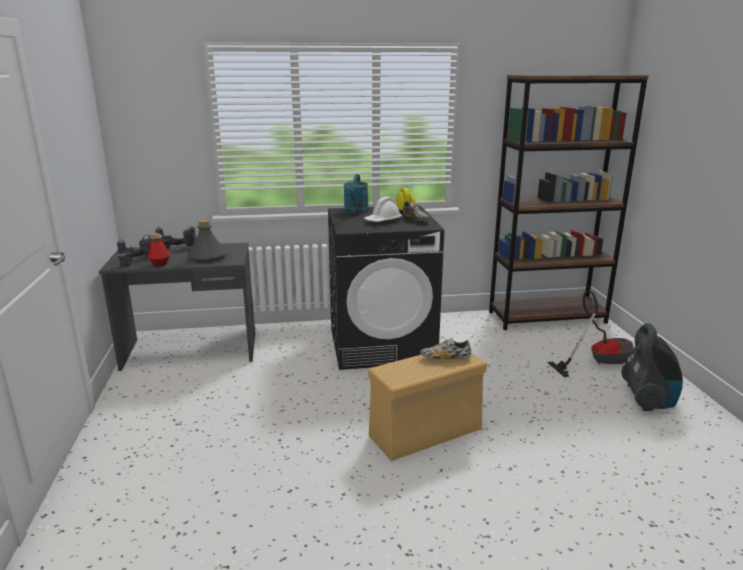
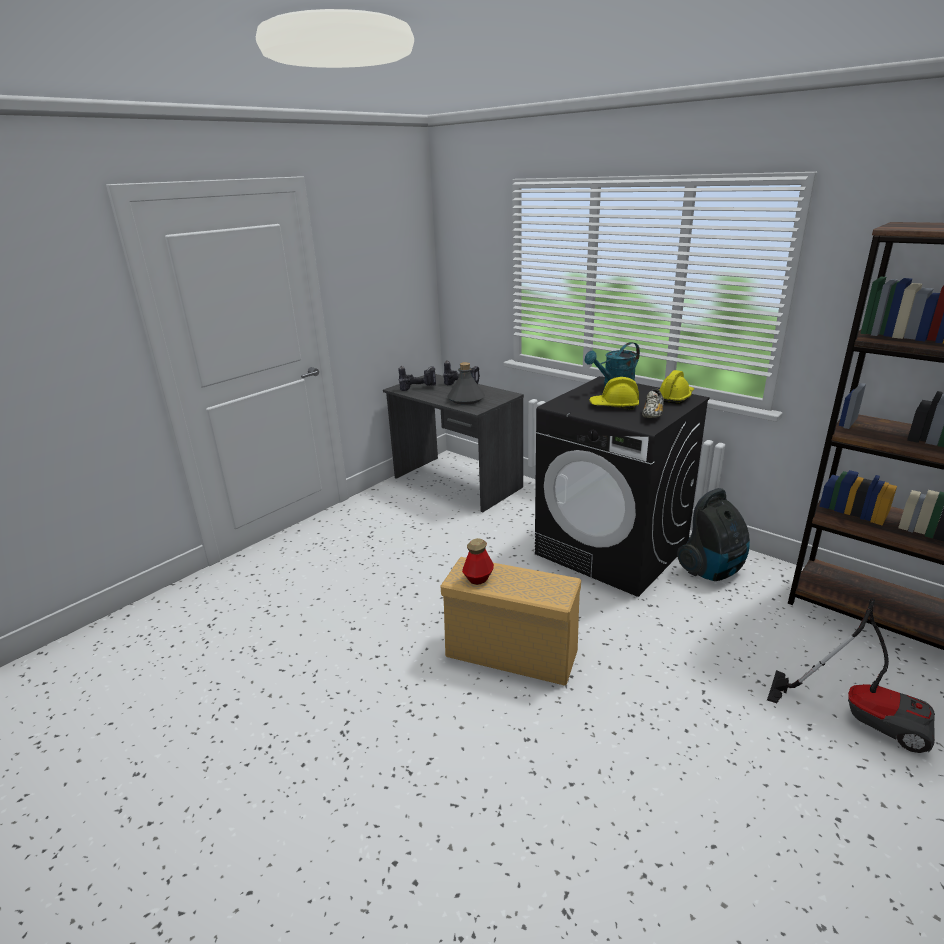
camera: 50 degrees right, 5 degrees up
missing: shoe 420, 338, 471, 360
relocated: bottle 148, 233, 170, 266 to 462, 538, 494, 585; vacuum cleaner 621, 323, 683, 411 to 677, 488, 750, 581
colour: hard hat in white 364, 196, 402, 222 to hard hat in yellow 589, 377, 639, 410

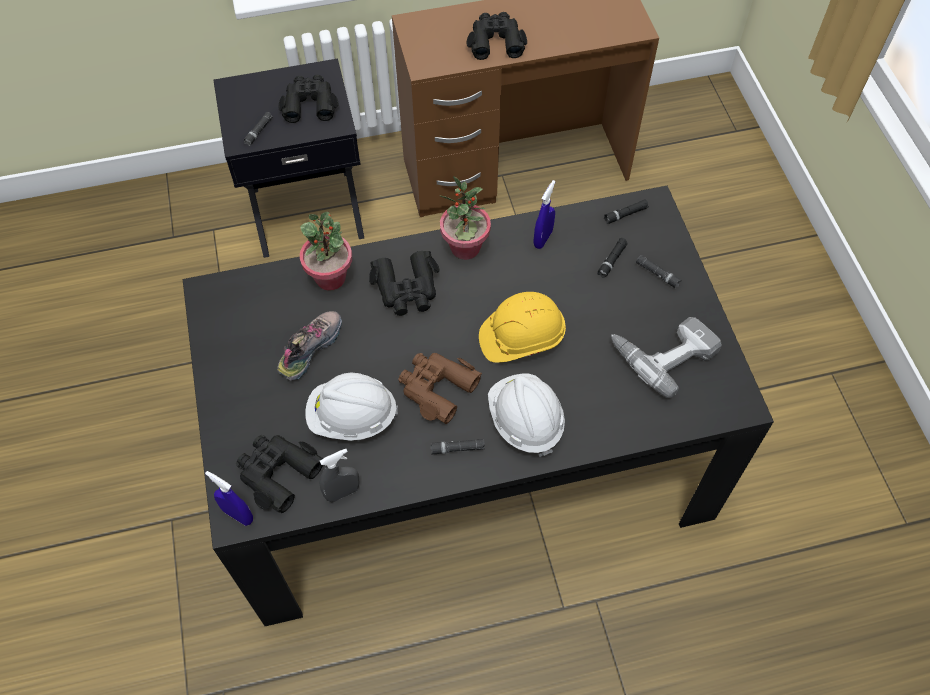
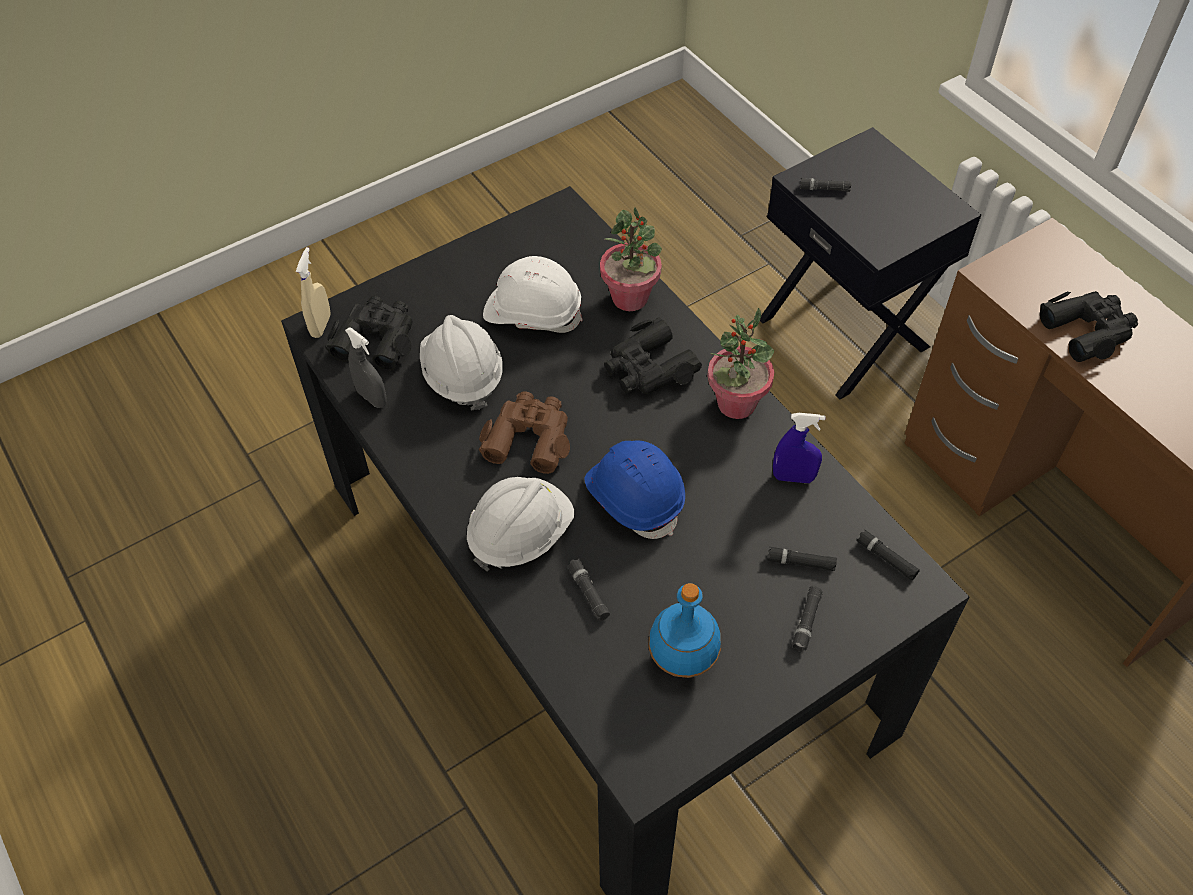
camera: 70 degrees right, 5 degrees down
missing: binoculars in black 279, 75, 338, 123
relocated: flashlight in black 430, 439, 485, 454 to 567, 558, 610, 621
exchanged: shoe 277, 311, 342, 381 to hard hat in white 483, 256, 583, 333; power drill 611, 317, 722, 398 to bottle in blue 648, 583, 721, 678
colour: spray bottle in blue 205, 471, 253, 526 to spray bottle in beige 296, 247, 331, 338; hard hat in yellow 479, 292, 566, 363 to hard hat in blue 585, 441, 685, 539

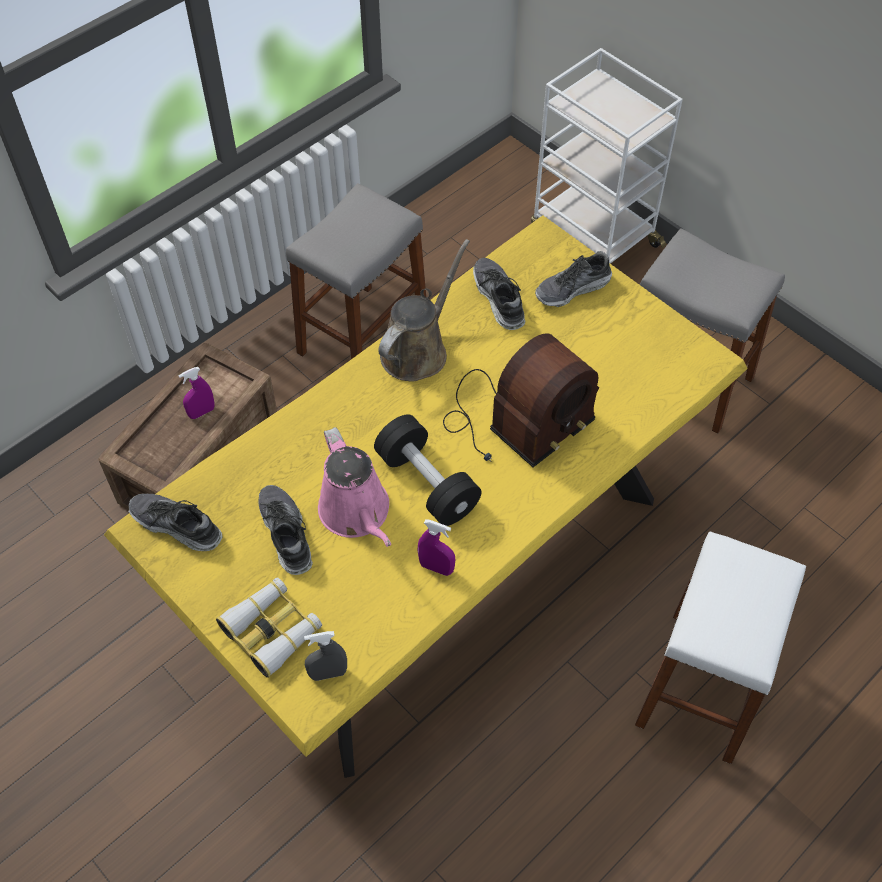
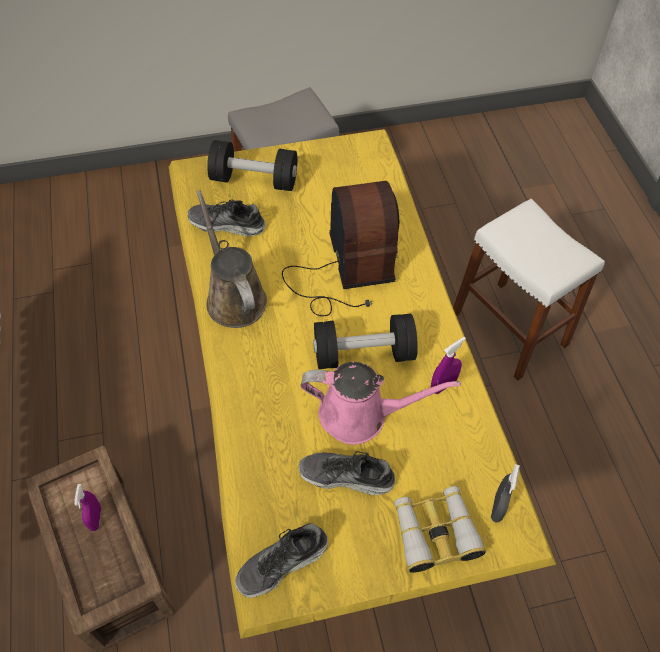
camera: 60 degrees left, 0 degrees up
missing: stool in grey 286, 183, 426, 359; cart in white 531, 48, 683, 264
exchanged: shoe 535, 251, 612, 307 to dumbbell in black 207, 140, 297, 191

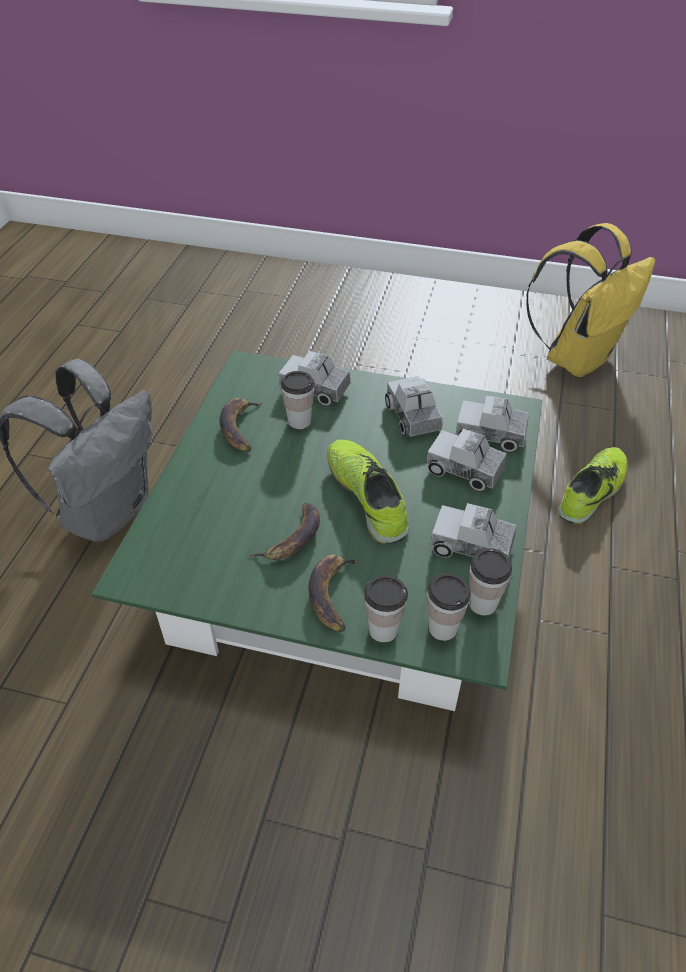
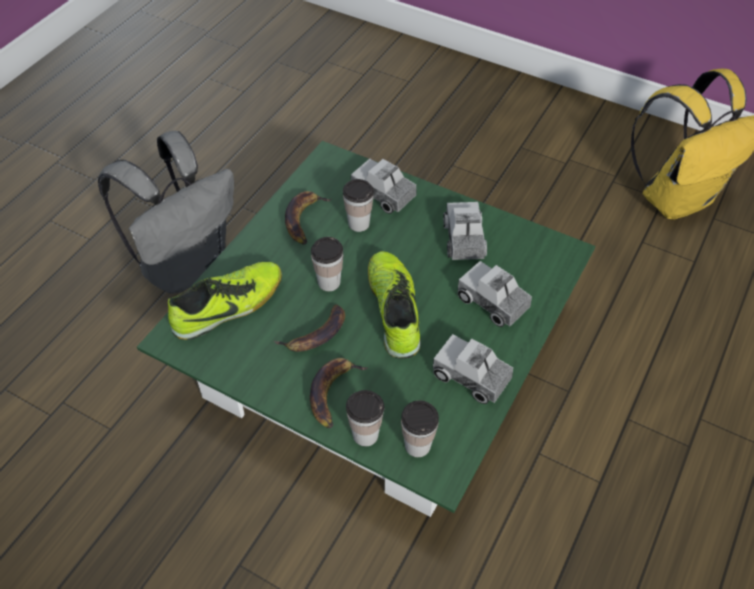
camera: 15 degrees right, 5 degrees up
missing: toy truck 456, 395, 529, 453
relocated: cup 469, 548, 512, 615 to 311, 237, 343, 291; shoe 558, 447, 628, 524 to 168, 262, 282, 340

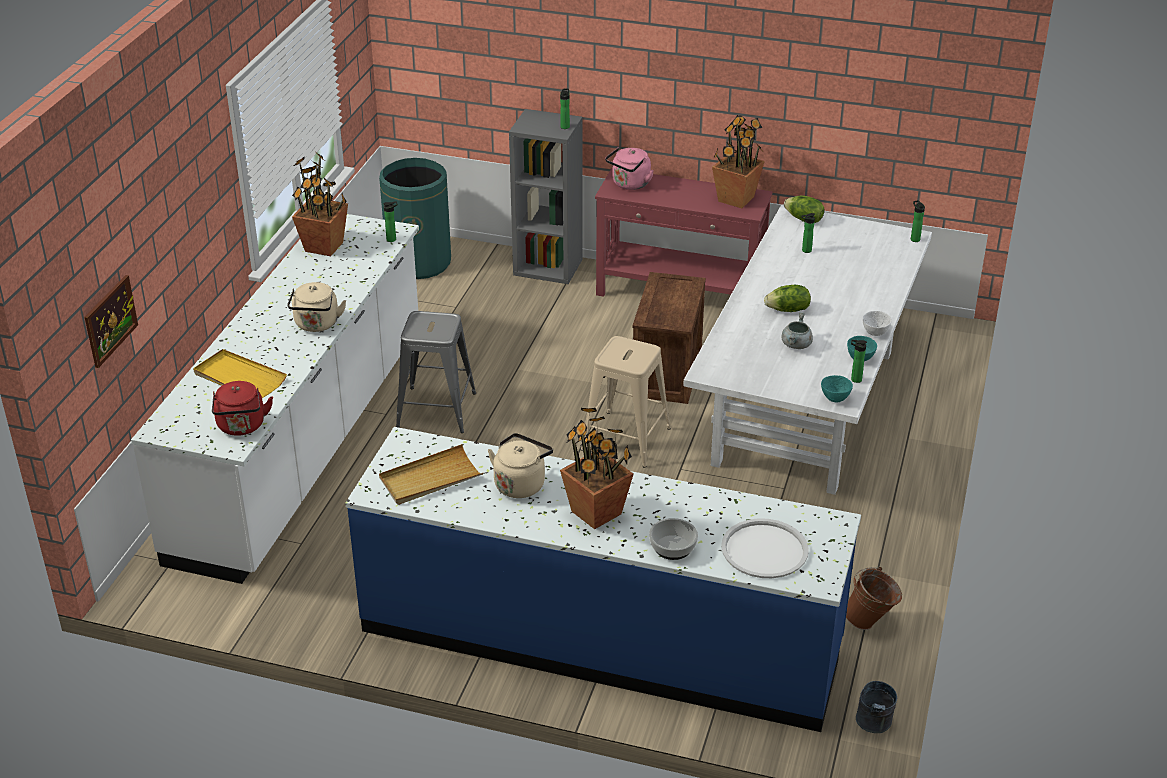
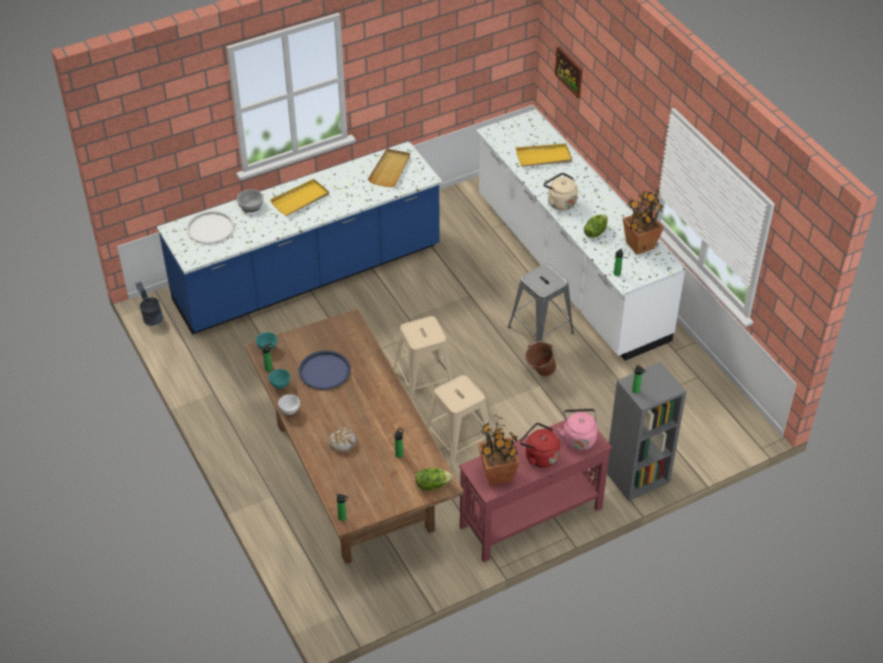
camera: 135 degrees right, 10 degrees up
missing: trash can in green 379, 158, 451, 279; kettle in beige 488, 433, 553, 498
appeared: bread 328, 428, 356, 453
relocated: kettle in red 212, 381, 273, 436 to 520, 423, 560, 468; lettuce 764, 285, 811, 312 to 584, 215, 608, 238; bucket in brown 846, 567, 902, 630 to 525, 341, 556, 376
exchanged: potted plant 560, 408, 634, 529 to tray in yellow 270, 179, 329, 216; crate 632, 272, 706, 404 to stool in beige 427, 375, 492, 471; cooking pot in grey 782, 312, 813, 349 to tray in blue 299, 351, 351, 390
colour: dining table in white 683, 205, 932, 495 to dining table in brown 245, 309, 463, 564

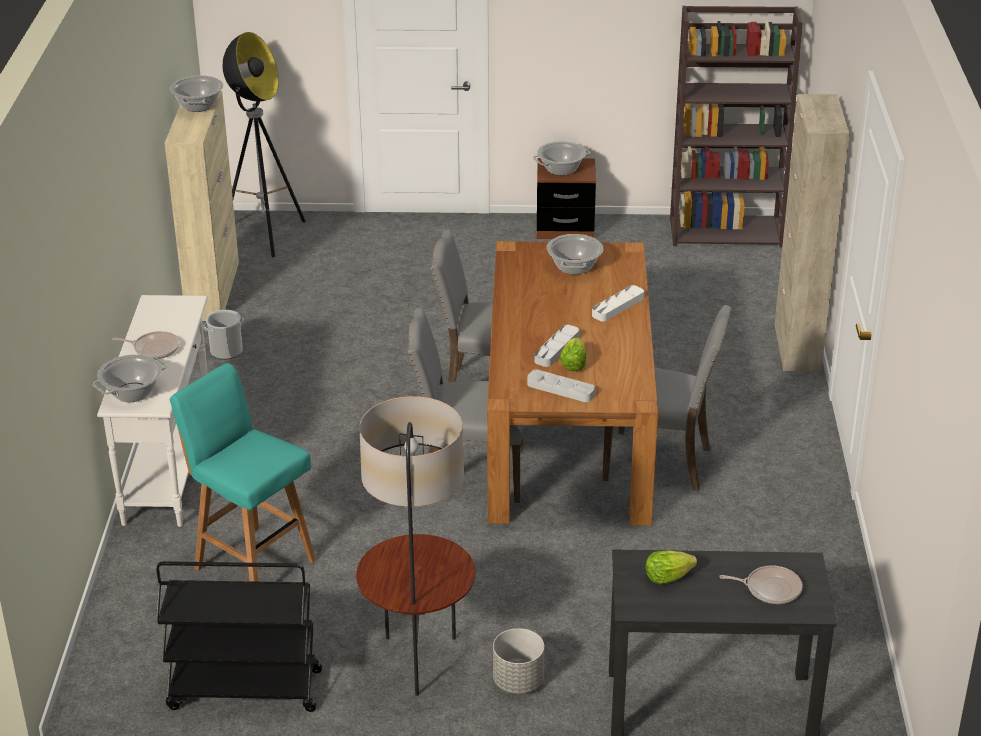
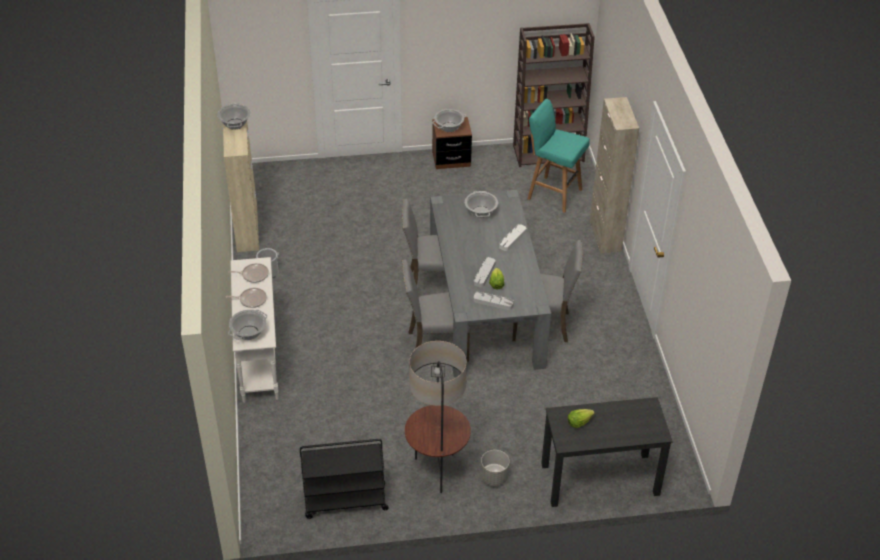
camera: 10 degrees left, 10 degrees up
missing: floor lamp 223, 32, 306, 257
relocated: stool in turquoise 170, 363, 316, 582 to 527, 99, 590, 213; frying pan 719, 565, 803, 604 to 228, 263, 269, 283
colour: dining table in brown 487, 241, 658, 526 to dining table in grey 430, 190, 551, 377

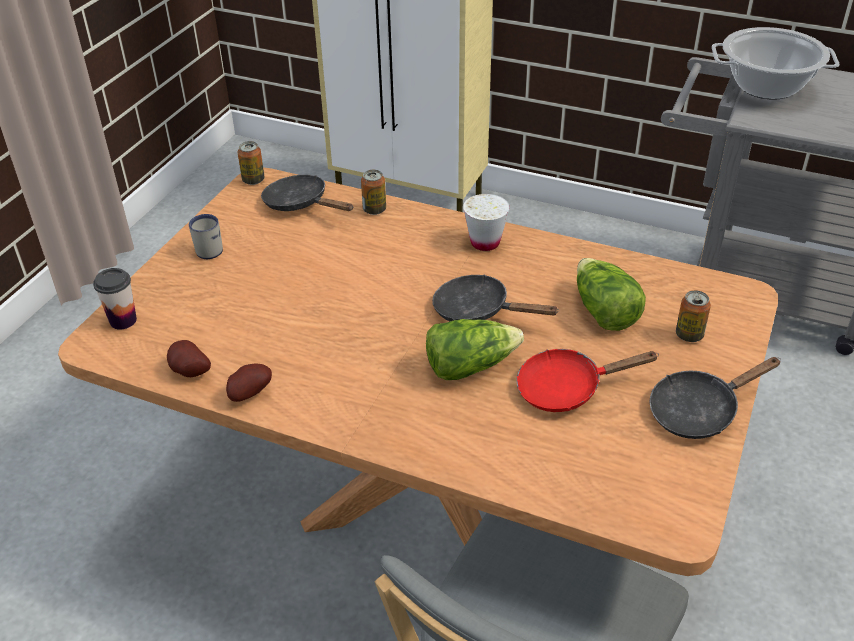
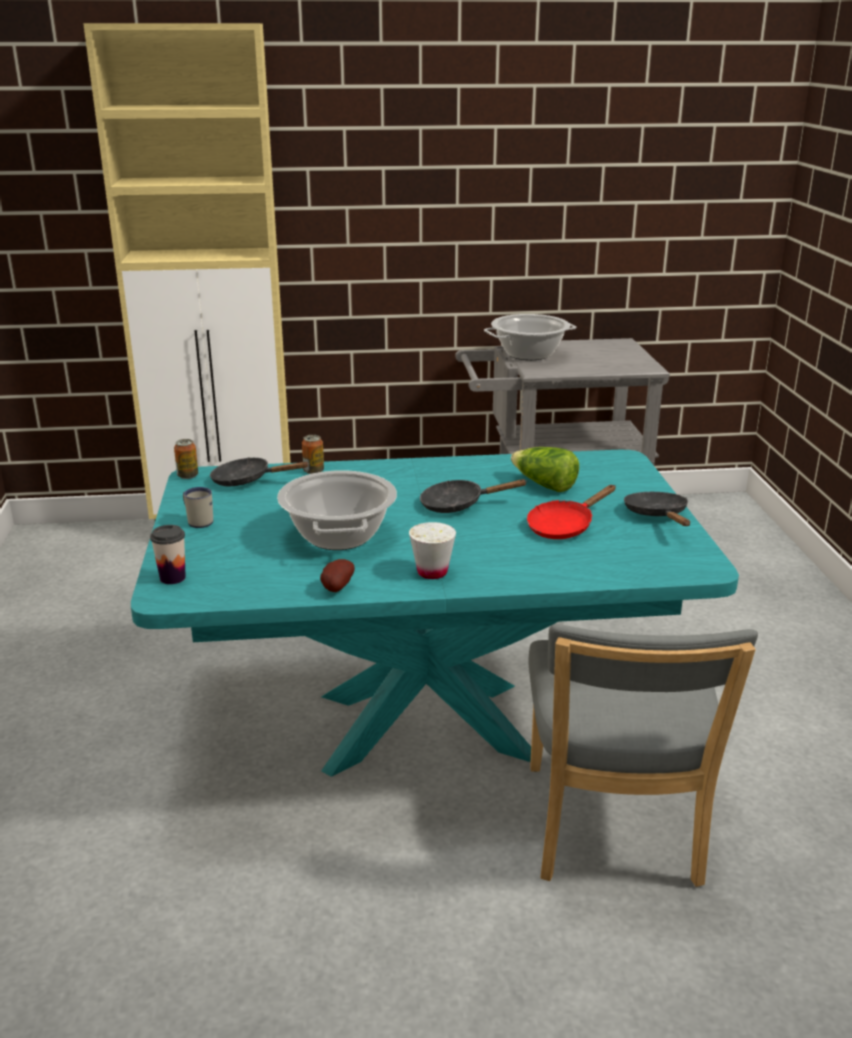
camera: 30 degrees left, 15 degrees down
missing: potato 167, 340, 211, 377; lettuce 426, 319, 524, 380; can 676, 290, 711, 342
appeared: cooking pot 277, 470, 397, 550
relocated: cup in white 463, 194, 510, 251 to 409, 522, 456, 579
colour: dining table in brown 58, 167, 778, 576 to dining table in turquoise 131, 450, 739, 777
spun: frying pan in black 650, 357, 780, 439 = 624, 492, 690, 526 135 degrees clockwise

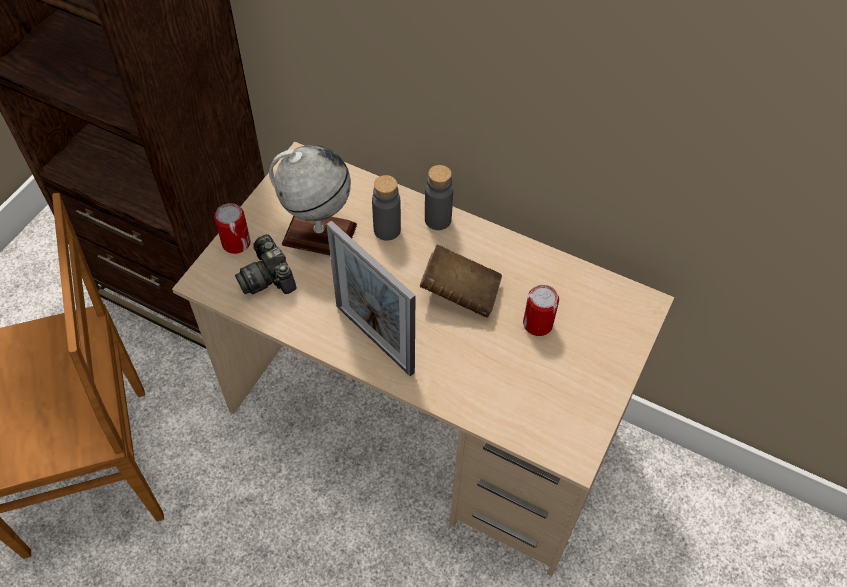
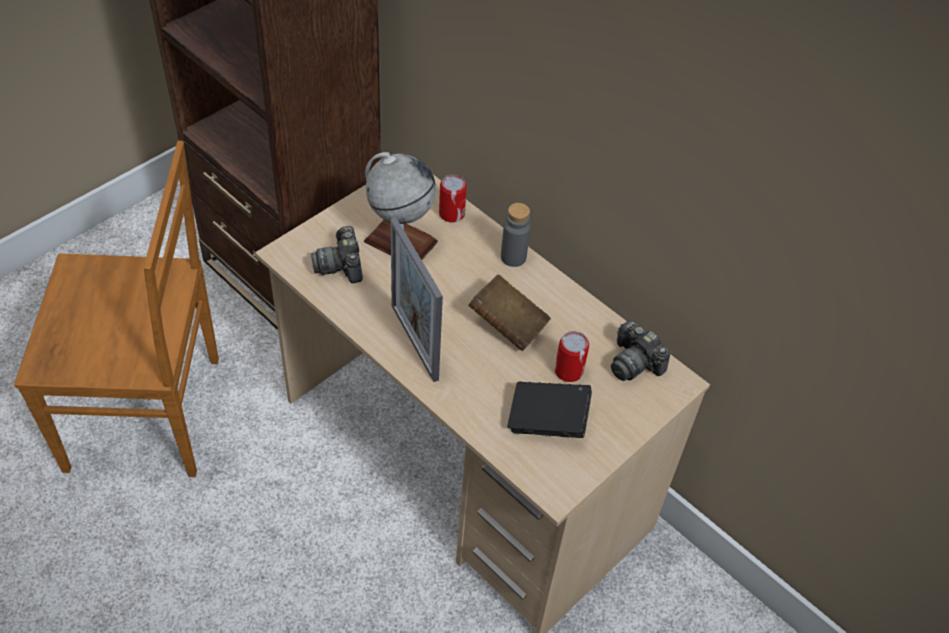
camera: 15 degrees right, 5 degrees down
missing: bottle in grey 372, 175, 401, 241
appeared: book in black 508, 382, 592, 438; photo camera 611, 321, 670, 381
relocated: can 214, 203, 251, 254 to 439, 175, 467, 222

